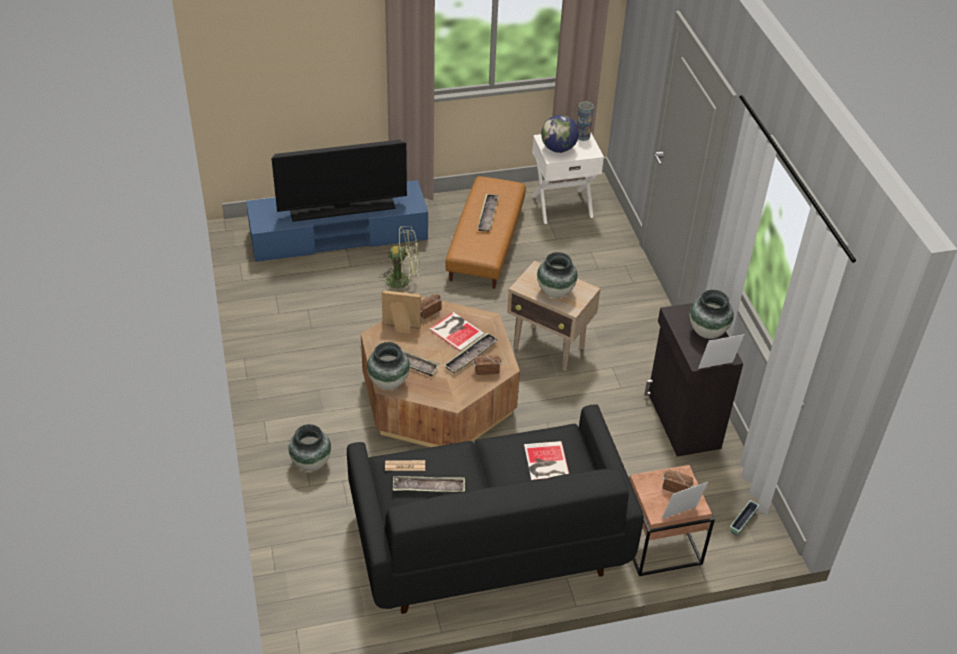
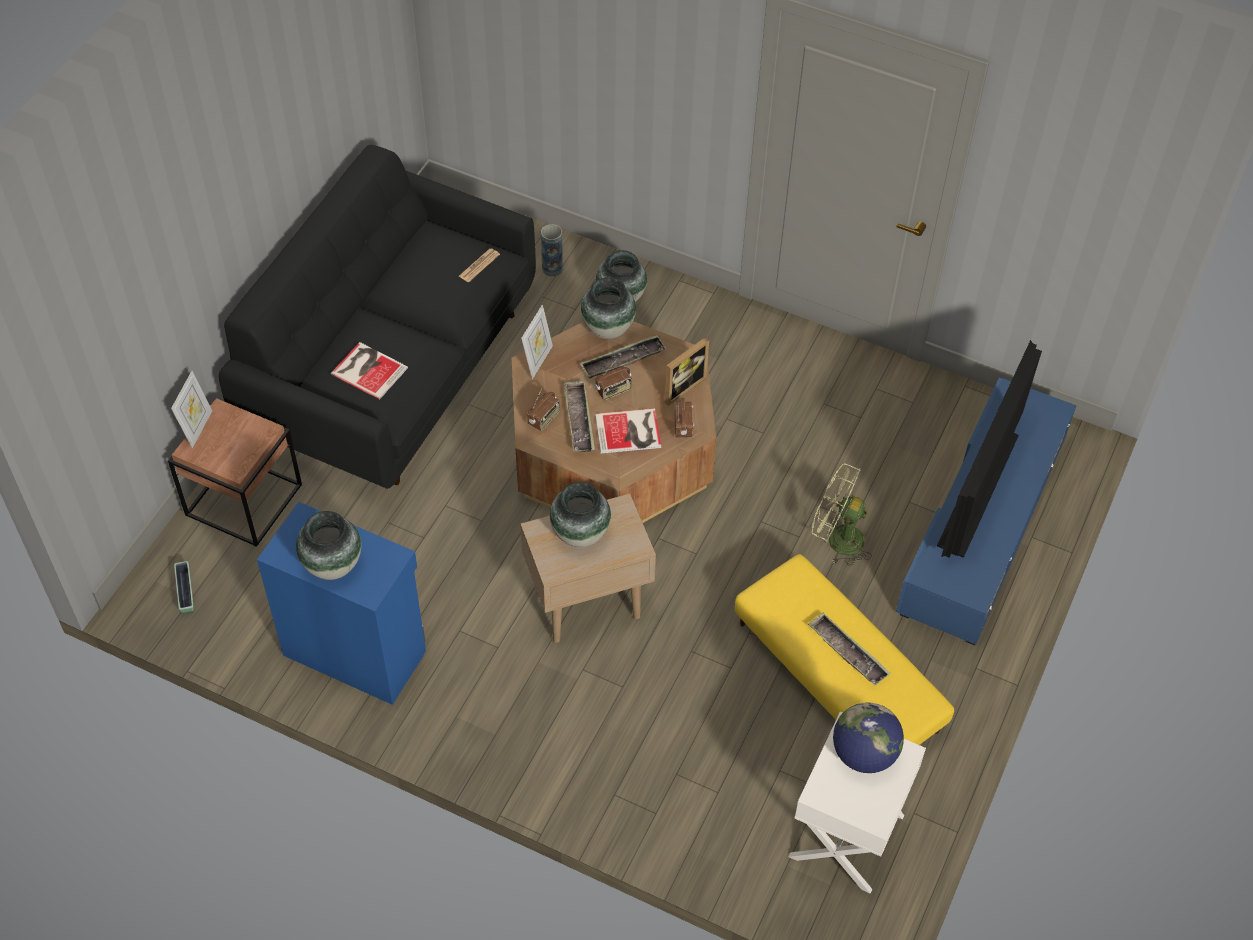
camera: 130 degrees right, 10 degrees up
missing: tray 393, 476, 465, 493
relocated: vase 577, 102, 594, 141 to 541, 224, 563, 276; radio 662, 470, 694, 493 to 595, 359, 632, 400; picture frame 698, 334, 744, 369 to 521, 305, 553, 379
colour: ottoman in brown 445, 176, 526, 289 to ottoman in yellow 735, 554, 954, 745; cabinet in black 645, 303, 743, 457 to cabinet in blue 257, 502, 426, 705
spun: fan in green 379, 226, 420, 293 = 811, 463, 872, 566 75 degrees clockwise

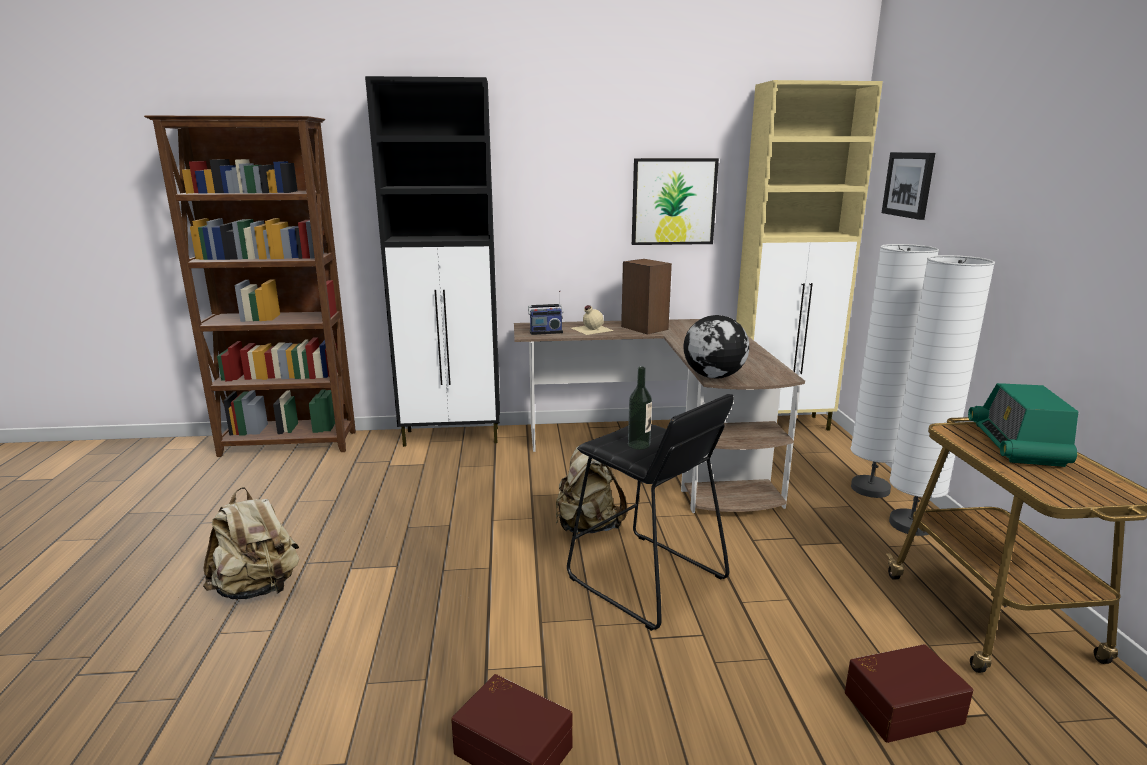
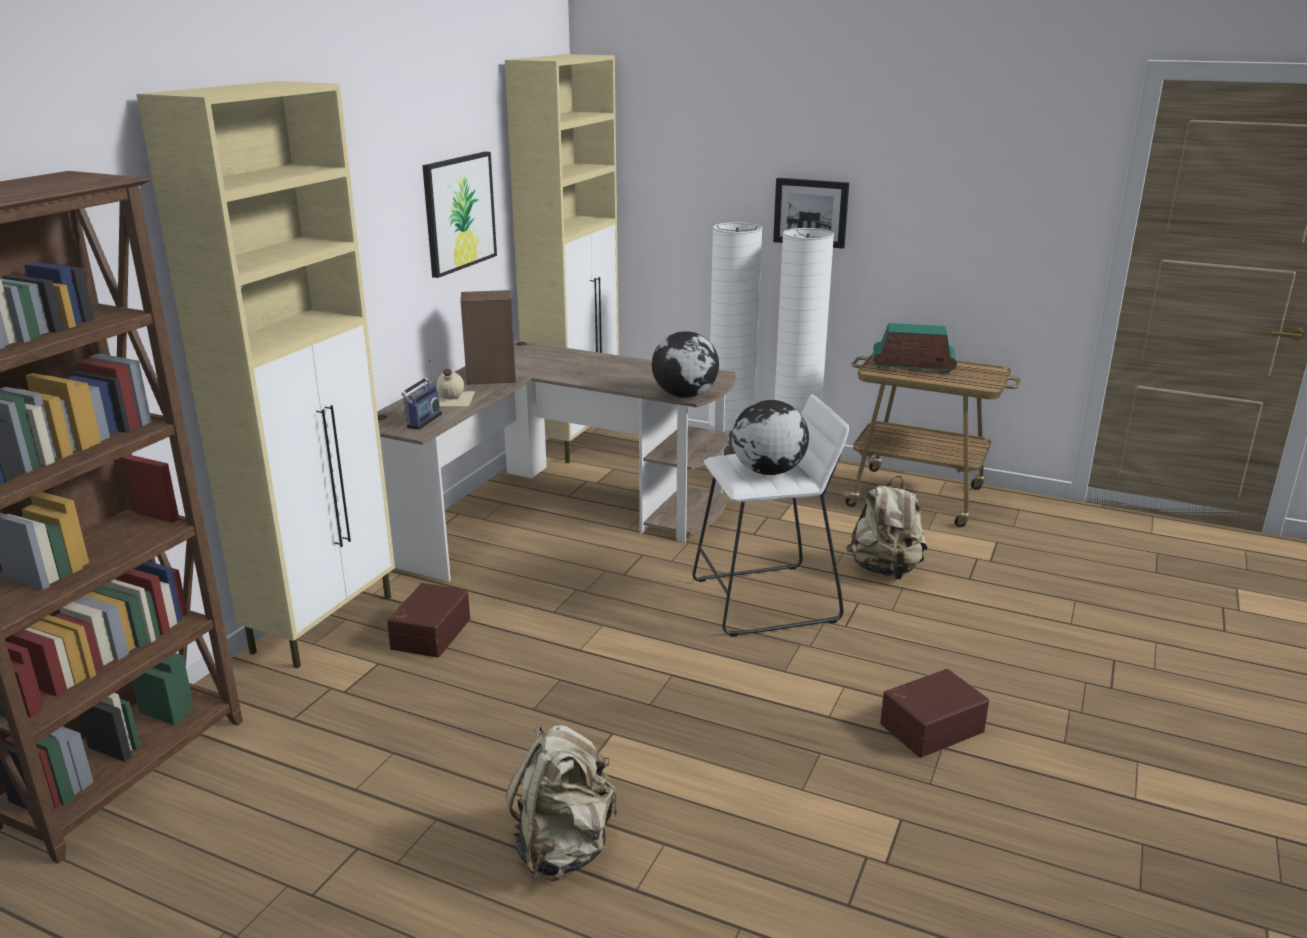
camera: 60 degrees left, 5 degrees up
relocated: backpack in beige 556, 445, 627, 534 to 846, 476, 928, 579; storage box in brown 845, 644, 973, 743 to 387, 583, 470, 658; picture 882, 152, 935, 220 to 773, 178, 849, 249
exchanged: bottle 628, 366, 652, 450 to globe 732, 400, 809, 475
colour: cabinet in black 365, 76, 500, 447 to cabinet in beige 136, 81, 395, 668; stool in black 567, 394, 734, 631 to stool in white 692, 394, 849, 637
spun: radio 968, 383, 1078, 467 = 873, 323, 957, 373 150 degrees clockwise

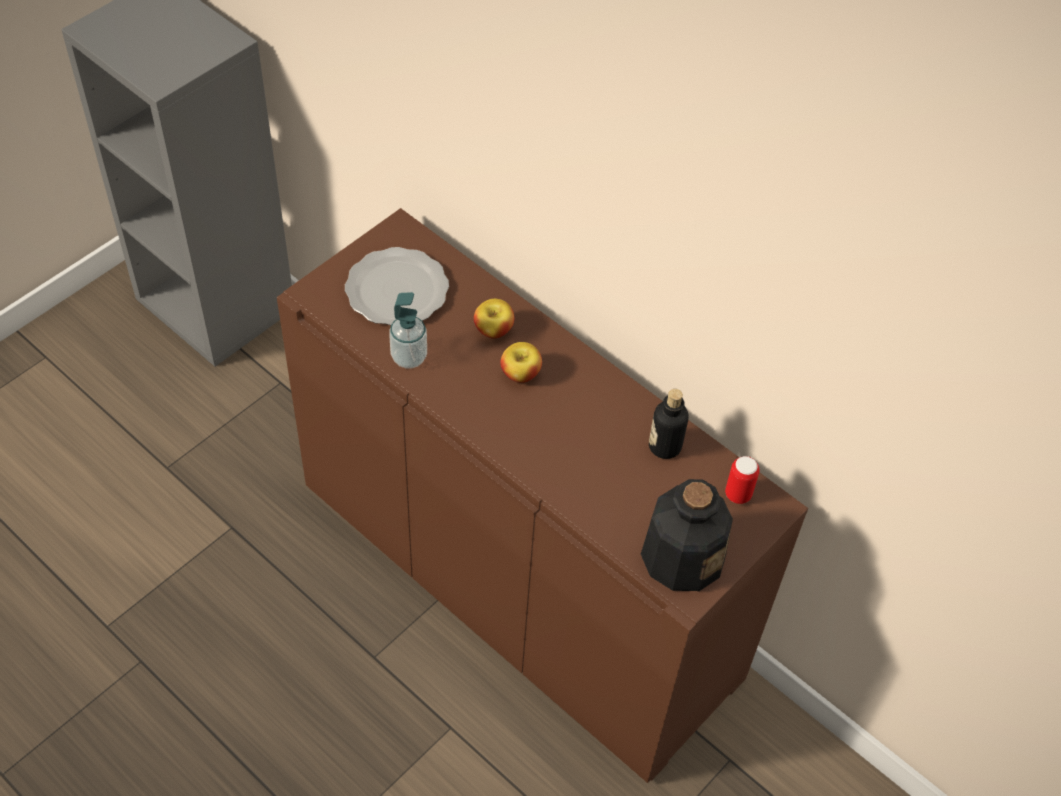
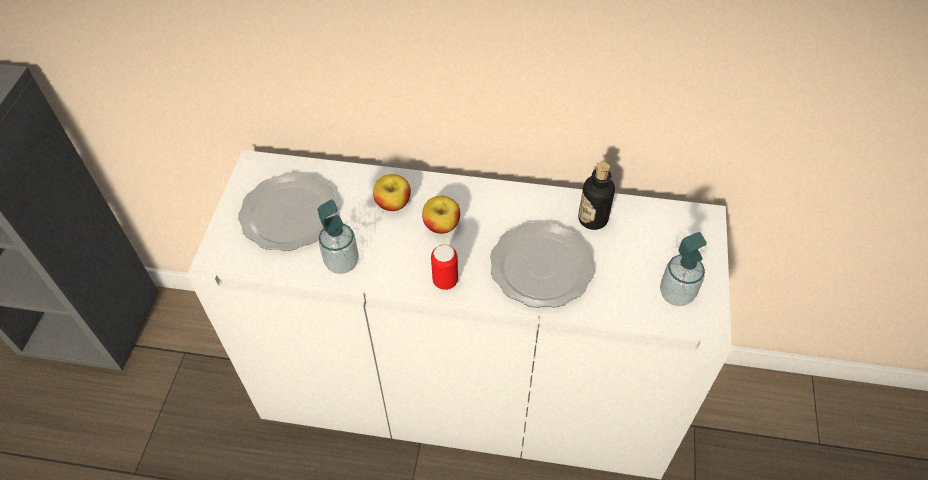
camera: 30 degrees left, 0 degrees up
appeared: plate 490, 222, 595, 308
relocated: can 725, 456, 759, 504 to 431, 244, 458, 290
exchanged: bottle 641, 479, 733, 591 to soap dispenser 660, 232, 707, 306
colour: cabinet in brown 277, 208, 808, 783 to cabinet in white 187, 150, 732, 479

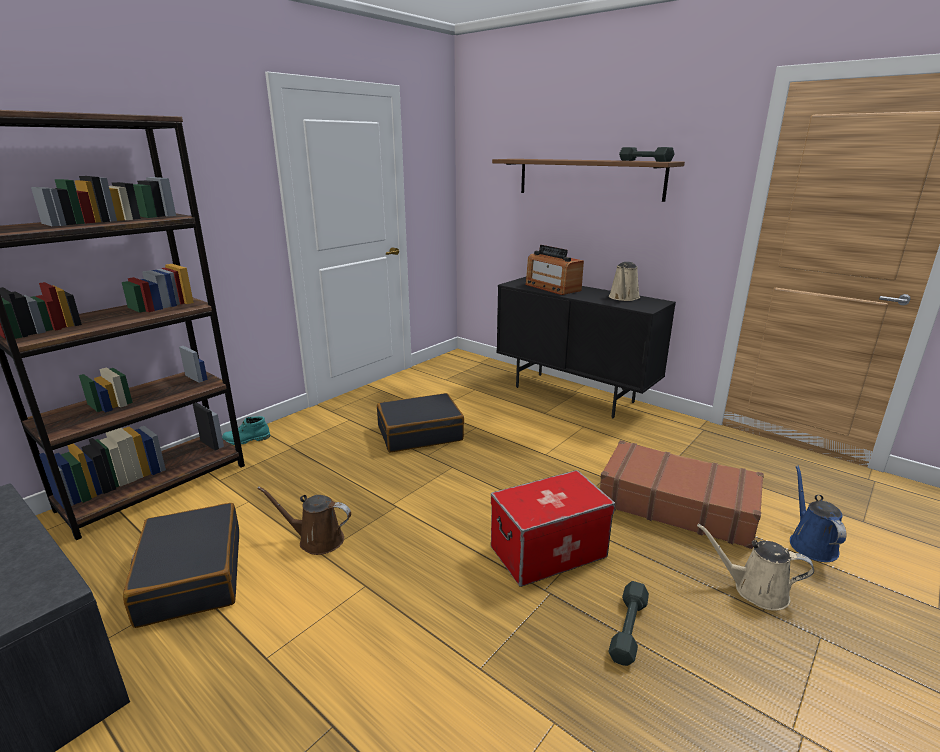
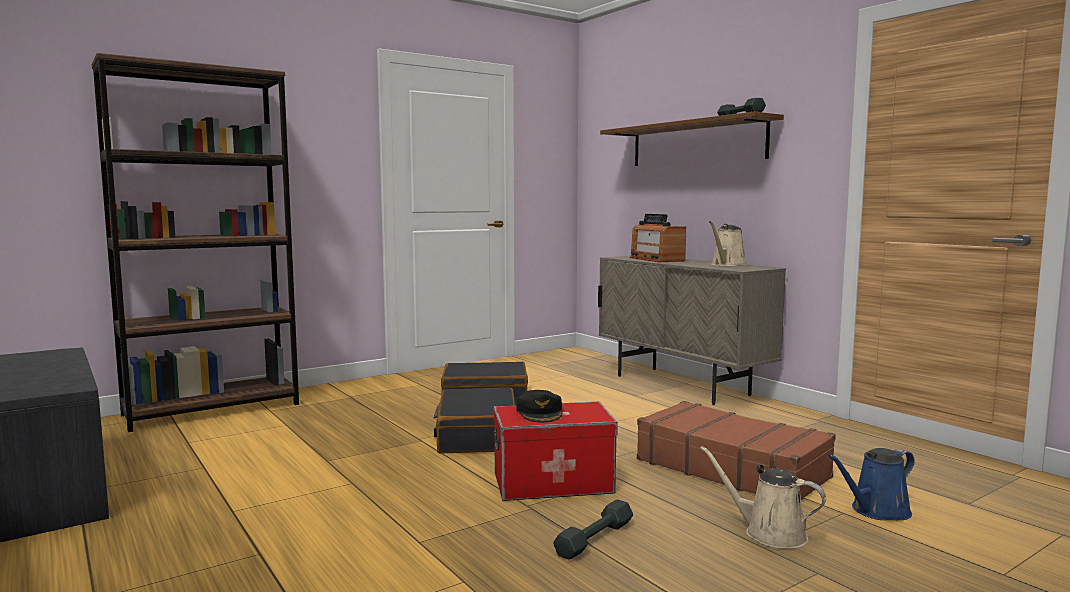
camera: 15 degrees right, 15 degrees down
missing: boot in turquoise 222, 416, 270, 445; watering can in brown 257, 487, 351, 555
appeared: cap in black 516, 390, 563, 422
relocated: suitcase in black 123, 503, 239, 628 to 434, 388, 516, 453
colour: cabinet in black 496, 277, 676, 418 to cabinet in beige 598, 256, 786, 405
spun: watering can in blue 790, 466, 846, 562 = 828, 448, 915, 520 135 degrees counterclockwise

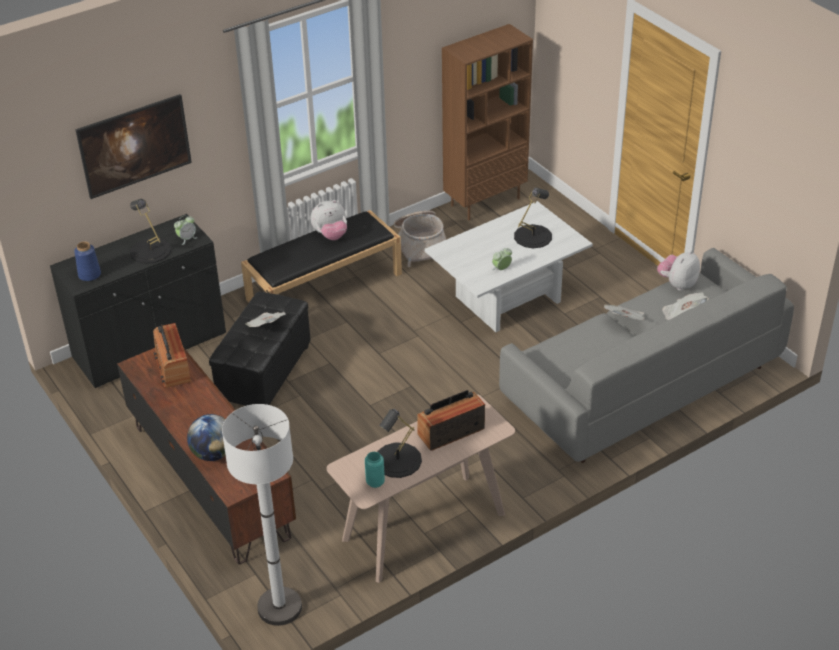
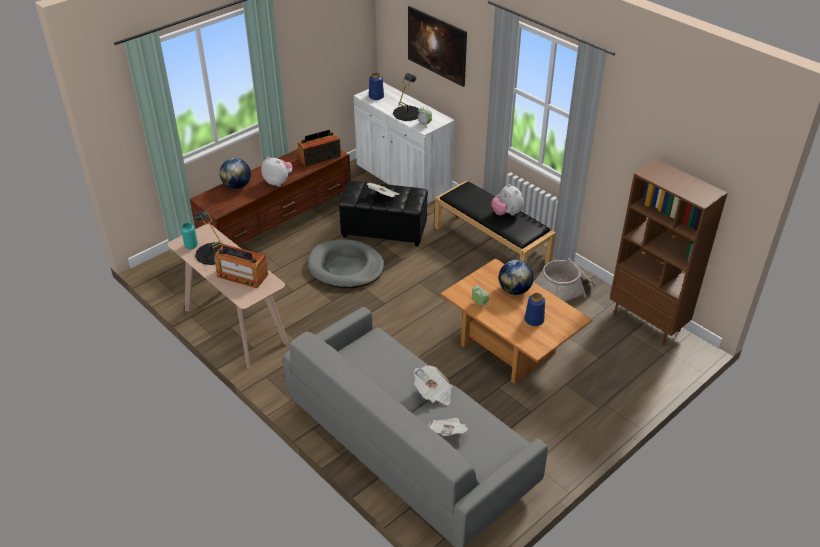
camera: 80 degrees right, 0 degrees up
missing: floor lamp in white 222, 404, 302, 626
appeared: dog bed in grey 308, 239, 384, 288; globe 499, 260, 534, 295
relocated: plush toy 657, 251, 700, 291 to 261, 156, 293, 187
exchanged: table lamp in black 514, 188, 552, 248 to vase in blue 525, 293, 545, 326
colour: cabinet in black 50, 214, 226, 388 to cabinet in white 354, 82, 455, 204; coffee table in white 425, 201, 593, 332 to coffee table in brown 440, 258, 592, 384
spun: radio 417, 390, 485, 451 = 214, 244, 268, 288 150 degrees clockwise

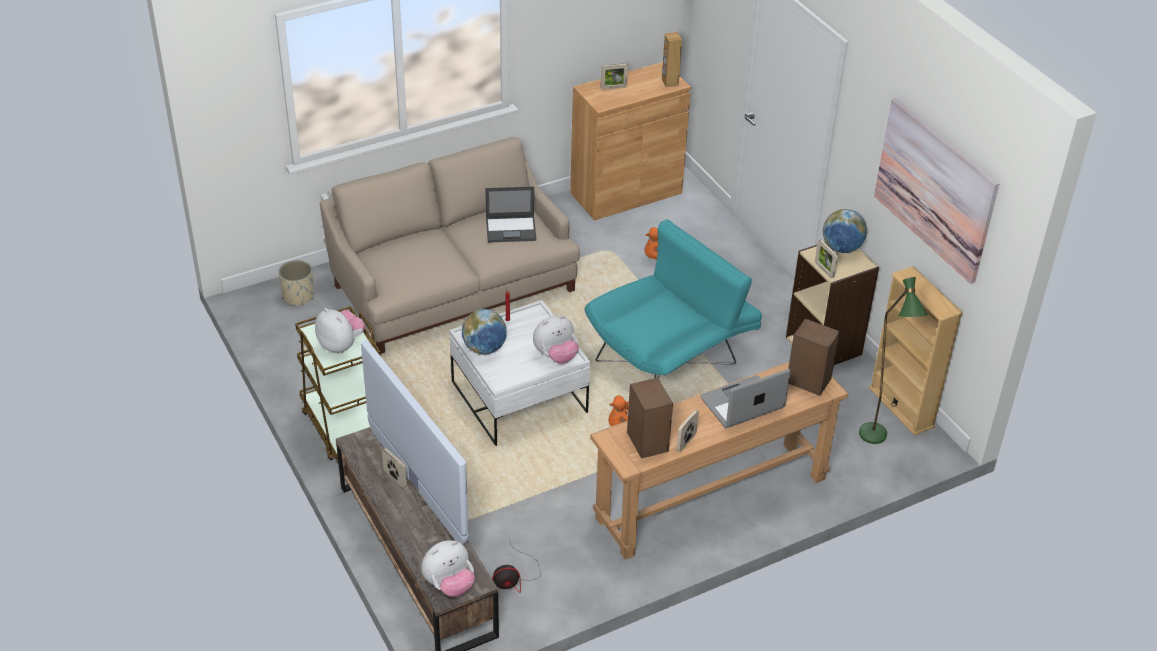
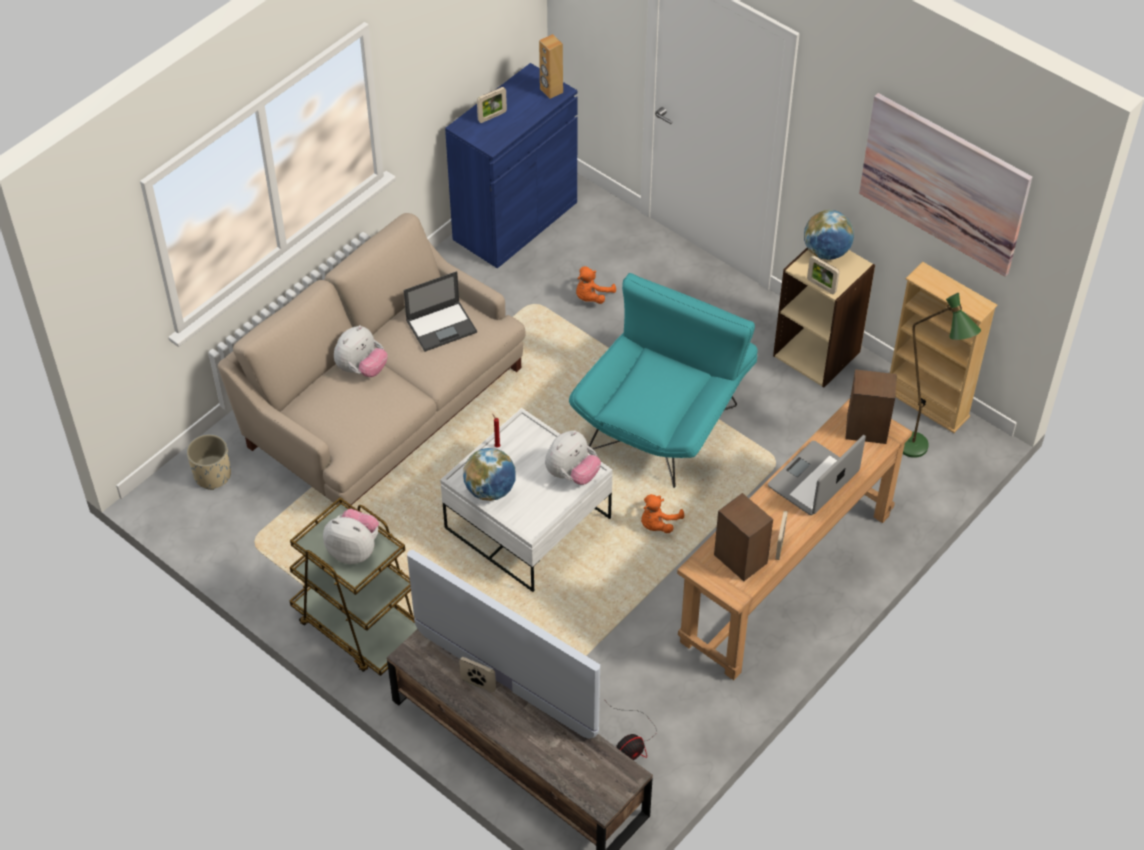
camera: 20 degrees left, 10 degrees up
relocated: plush toy 421, 541, 475, 597 to 334, 325, 388, 377
colour: cabinet in brown 570, 62, 691, 221 to cabinet in blue 445, 63, 578, 269

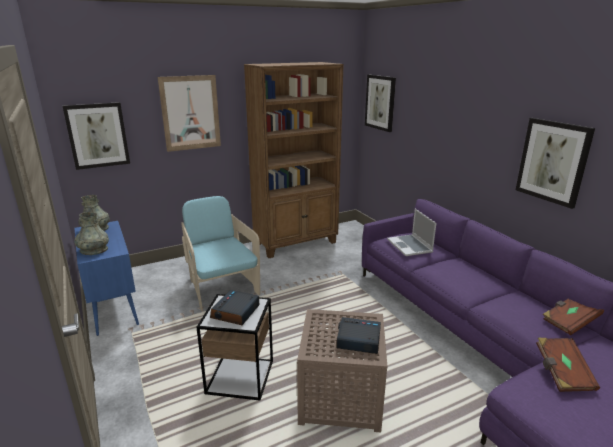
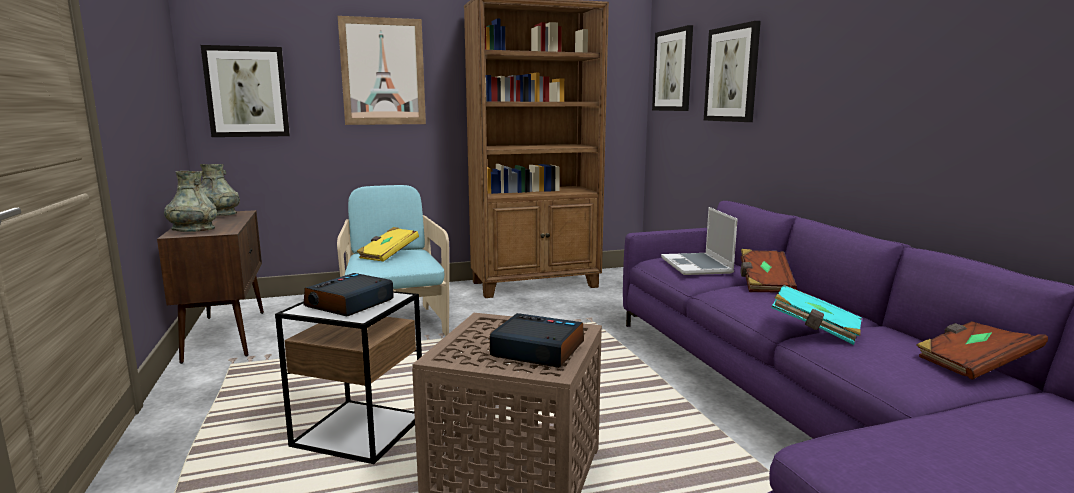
camera: 10 degrees right, 10 degrees down
appeared: book in yellow 356, 227, 419, 262; book in turquoise 771, 284, 862, 345
relocated: picture 516, 118, 595, 209 to 704, 21, 761, 122; book in brown 536, 338, 600, 392 to 740, 249, 797, 292
colour: cabinet in blue 74, 221, 139, 336 to cabinet in brown 157, 210, 264, 364

